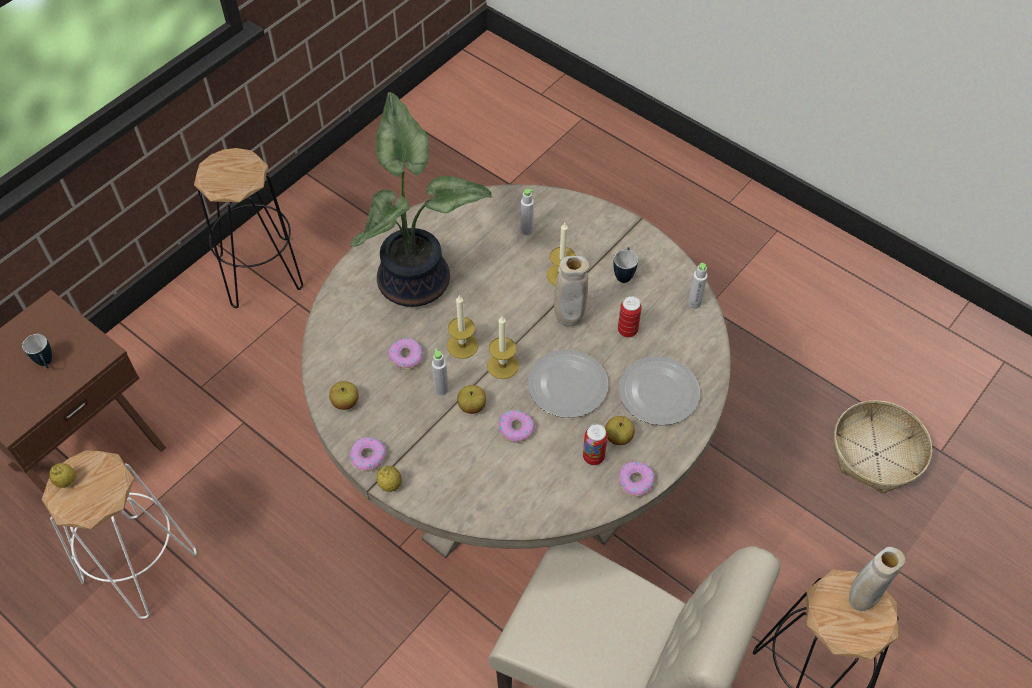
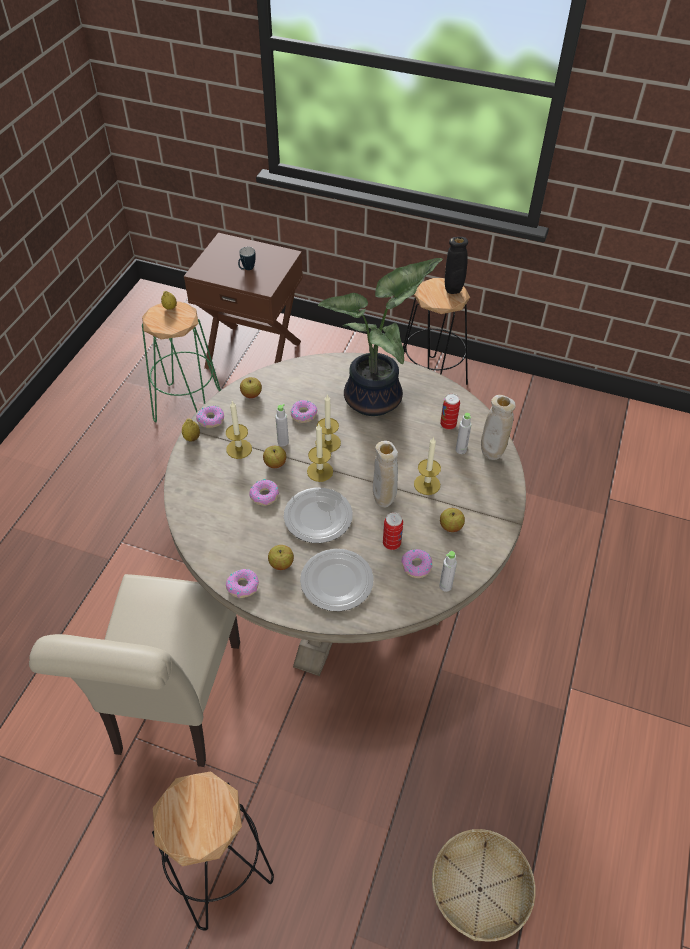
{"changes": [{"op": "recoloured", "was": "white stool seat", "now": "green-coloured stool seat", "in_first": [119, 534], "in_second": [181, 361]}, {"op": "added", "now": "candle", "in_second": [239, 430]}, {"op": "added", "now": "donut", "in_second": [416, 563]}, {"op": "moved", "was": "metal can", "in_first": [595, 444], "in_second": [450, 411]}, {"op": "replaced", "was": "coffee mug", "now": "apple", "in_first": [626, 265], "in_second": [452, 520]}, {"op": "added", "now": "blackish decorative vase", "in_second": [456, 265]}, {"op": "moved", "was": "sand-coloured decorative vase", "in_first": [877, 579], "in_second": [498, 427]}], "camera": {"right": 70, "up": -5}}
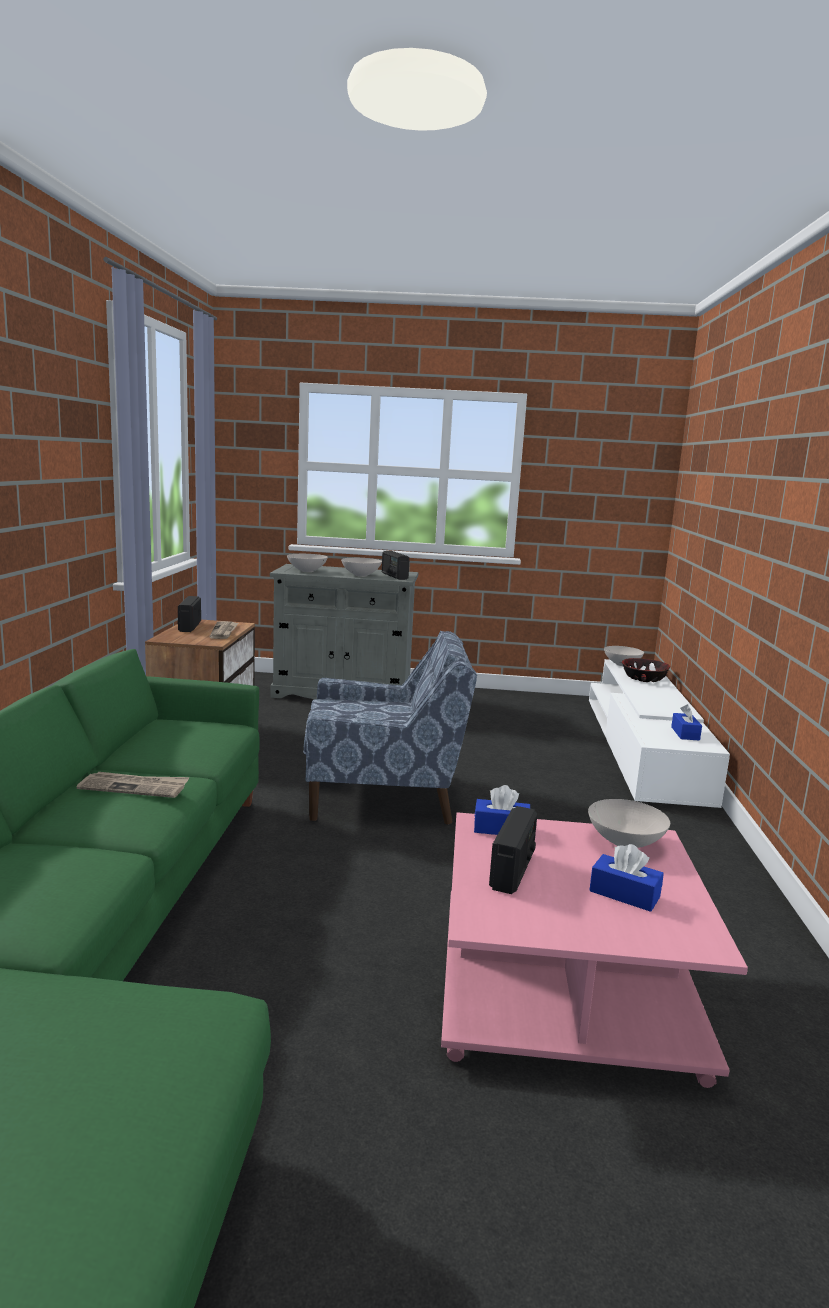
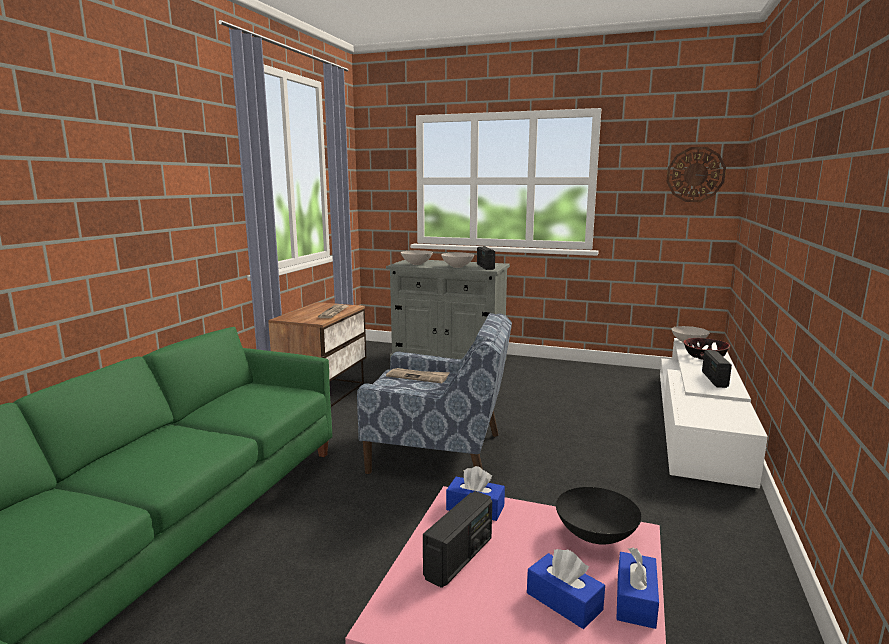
{"changes": [{"op": "moved", "was": "printed paper", "in_first": [133, 785], "in_second": [418, 375]}, {"op": "recoloured", "was": "white deep dish", "now": "blackish deep dish", "in_first": [629, 823], "in_second": [599, 516]}, {"op": "moved", "was": "blue-coloured tissue holder", "in_first": [686, 722], "in_second": [638, 588]}, {"op": "added", "now": "clock on the wall", "in_second": [696, 174]}, {"op": "moved", "was": "radio set", "in_first": [189, 614], "in_second": [717, 369]}], "camera": {"right": 15, "up": 0}}
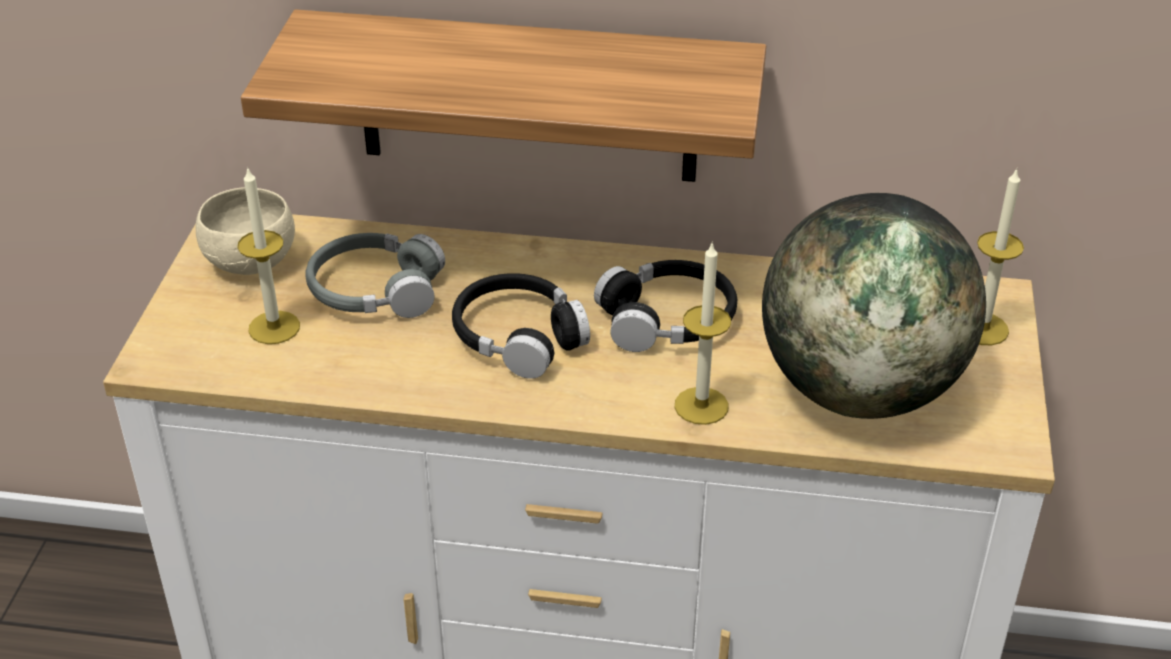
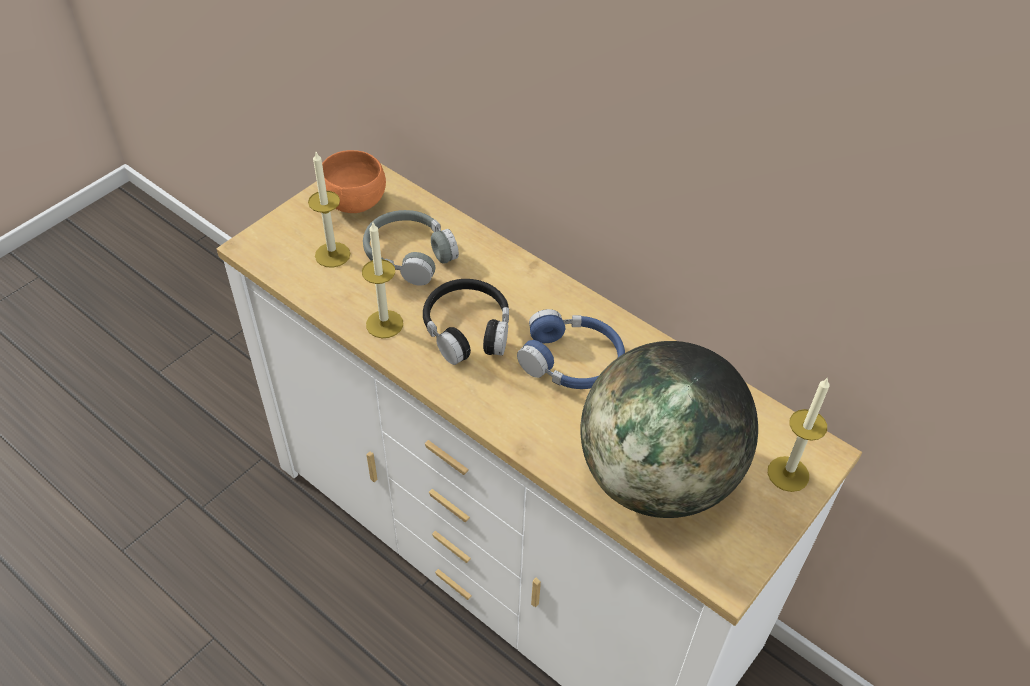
{"changes": [{"op": "recoloured", "was": "sand-coloured deep dish", "now": "orange-coloured deep dish", "in_first": [245, 231], "in_second": [354, 181]}, {"op": "moved", "was": "candle", "in_first": [703, 333], "in_second": [382, 280]}, {"op": "recoloured", "was": "blackish headset", "now": "blue-coloured headset", "in_first": [665, 306], "in_second": [571, 349]}, {"op": "removed", "was": "bracket shelf", "in_first": [503, 95]}], "camera": {"right": 30, "up": 10}}
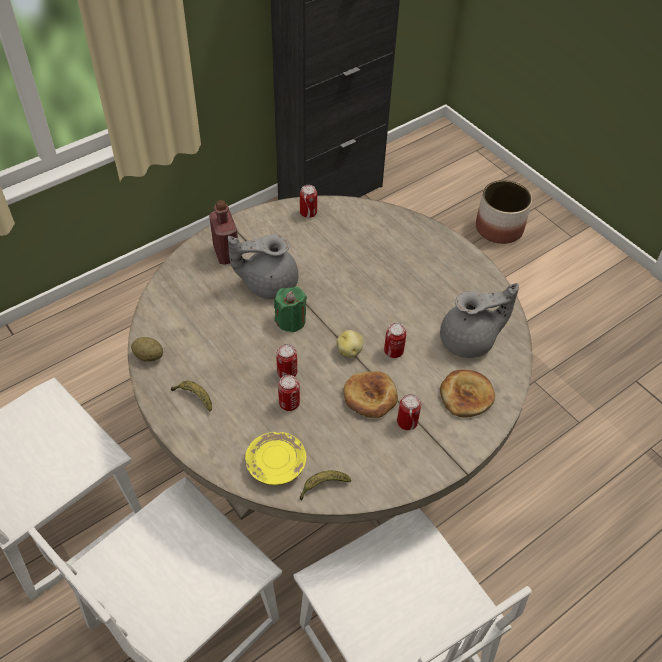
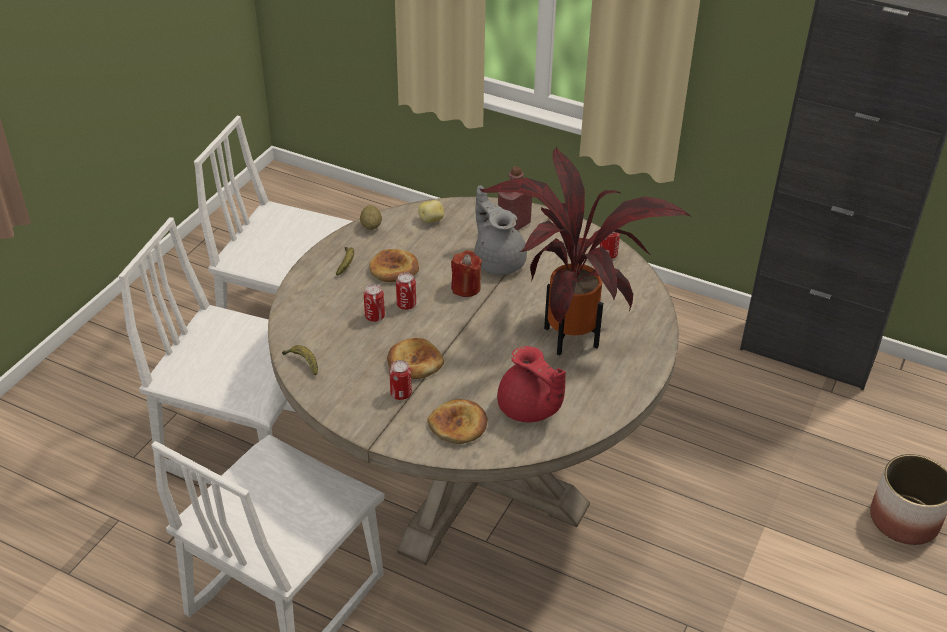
{"changes": [{"op": "added", "now": "bakery bread", "in_second": [394, 265]}, {"op": "moved", "was": "potato", "in_first": [350, 344], "in_second": [431, 211]}, {"op": "recoloured", "was": "green-coloured candle", "now": "reddish candle", "in_first": [290, 309], "in_second": [466, 273]}, {"op": "added", "now": "plant in a pot", "in_second": [585, 251]}, {"op": "recoloured", "was": "grey teapot", "now": "reddish teapot", "in_first": [479, 320], "in_second": [531, 384]}, {"op": "removed", "was": "yellowish plate", "in_first": [275, 458]}, {"op": "removed", "was": "metal can", "in_first": [395, 340]}], "camera": {"right": 65, "up": -10}}
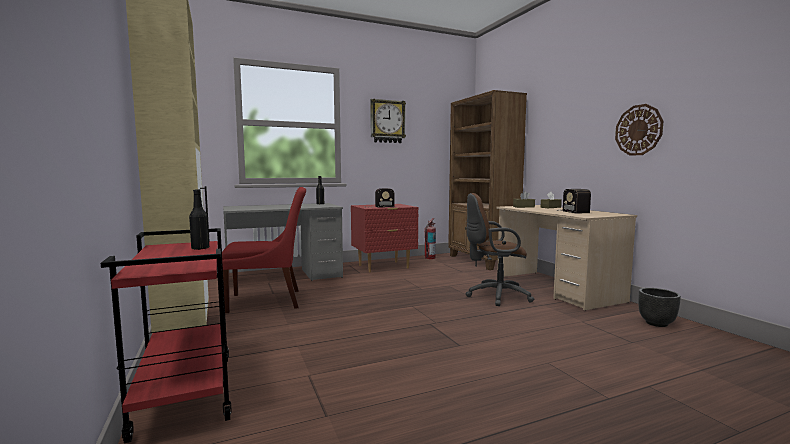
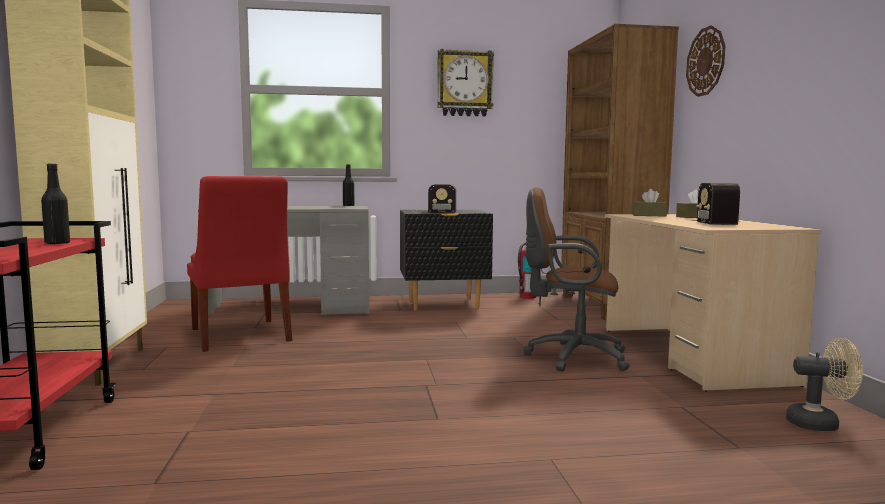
{"changes": [{"op": "turned", "was": "reddish upright chair", "in_first": [264, 250], "in_second": [239, 264], "clockwise": 60}, {"op": "recoloured", "was": "reddish nightstand", "now": "blackish nightstand", "in_first": [384, 238], "in_second": [446, 260]}, {"op": "moved", "was": "clock on the wall", "in_first": [639, 130], "in_second": [705, 61]}, {"op": "replaced", "was": "blackish plant pot", "now": "sand-coloured cooling fan", "in_first": [659, 307], "in_second": [824, 384]}], "camera": {"right": 15, "up": 0}}
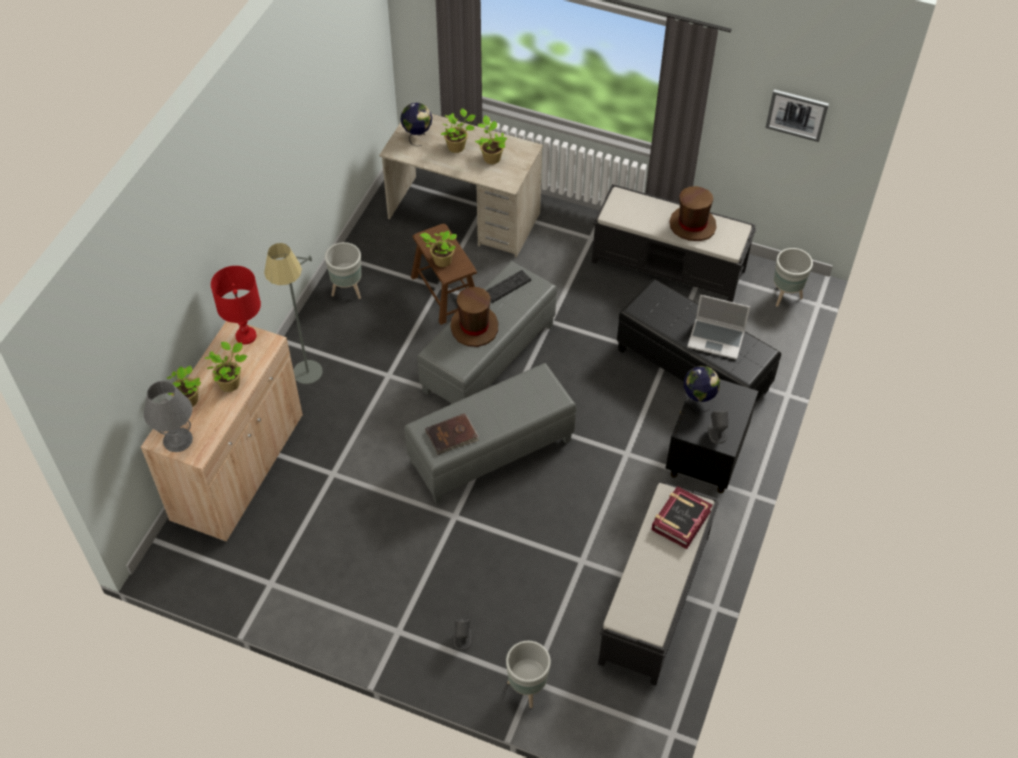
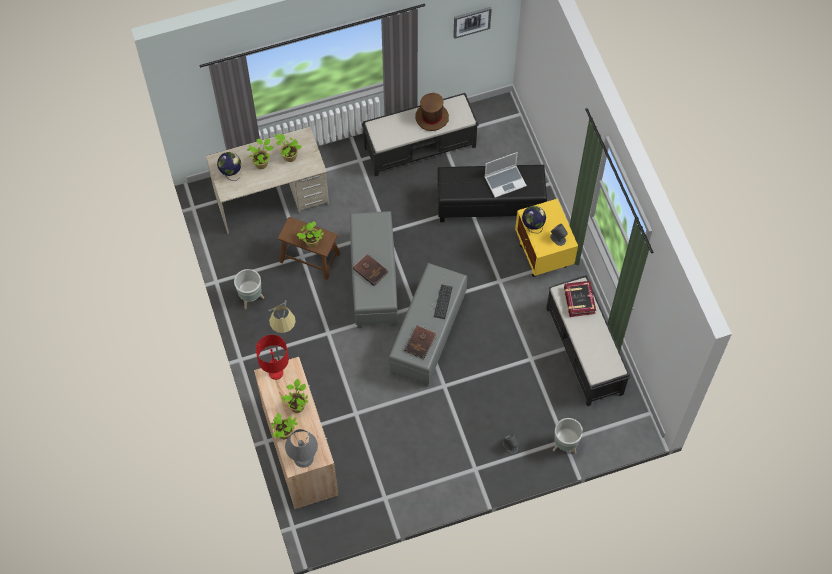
{"changes": [{"op": "replaced", "was": "brown clothing hat", "now": "brown bound book", "in_first": [474, 317], "in_second": [371, 269]}, {"op": "moved", "was": "PC keyboard", "in_first": [508, 286], "in_second": [443, 302]}, {"op": "recoloured", "was": "blackish nightstand", "now": "yellowish nightstand", "in_first": [711, 436], "in_second": [546, 238]}, {"op": "removed", "was": "grey plant pot", "in_first": [793, 277]}], "camera": {"right": -40, "up": 10}}
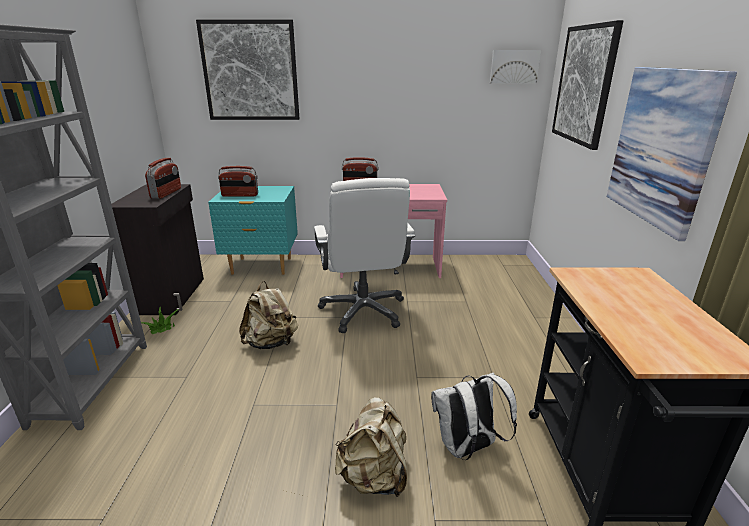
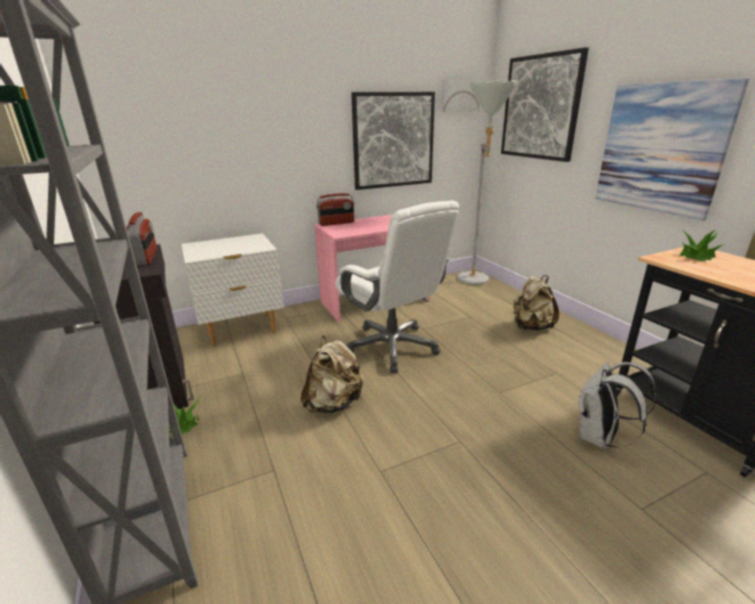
{"changes": [{"op": "recoloured", "was": "turquoise-coloured nightstand", "now": "white nightstand", "in_first": [253, 230], "in_second": [232, 289]}, {"op": "moved", "was": "picture", "in_first": [247, 70], "in_second": [393, 141]}, {"op": "added", "now": "grey standing lamp", "in_second": [487, 182]}, {"op": "moved", "was": "sand-coloured rucksack", "in_first": [371, 447], "in_second": [536, 302]}, {"op": "added", "now": "plant in a pot", "in_second": [702, 245]}, {"op": "removed", "was": "radio set", "in_first": [238, 181]}], "camera": {"right": -25, "up": 0}}
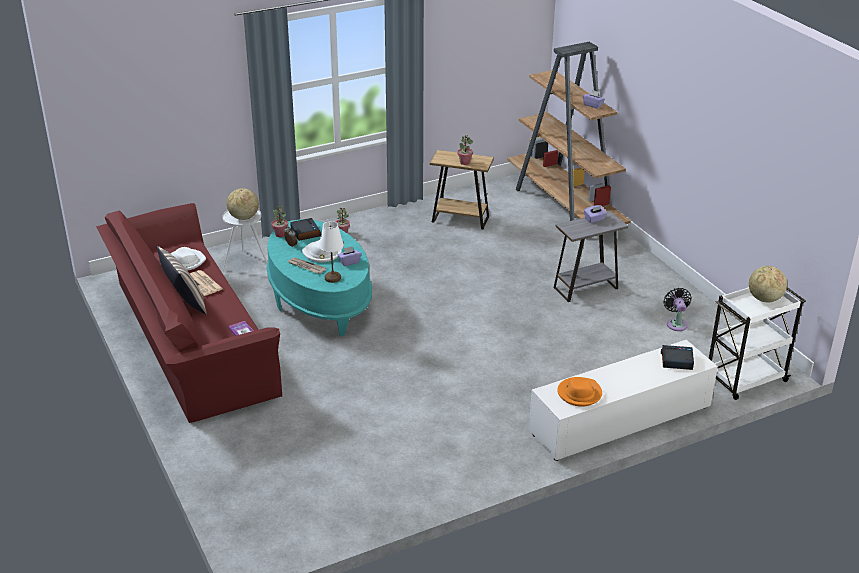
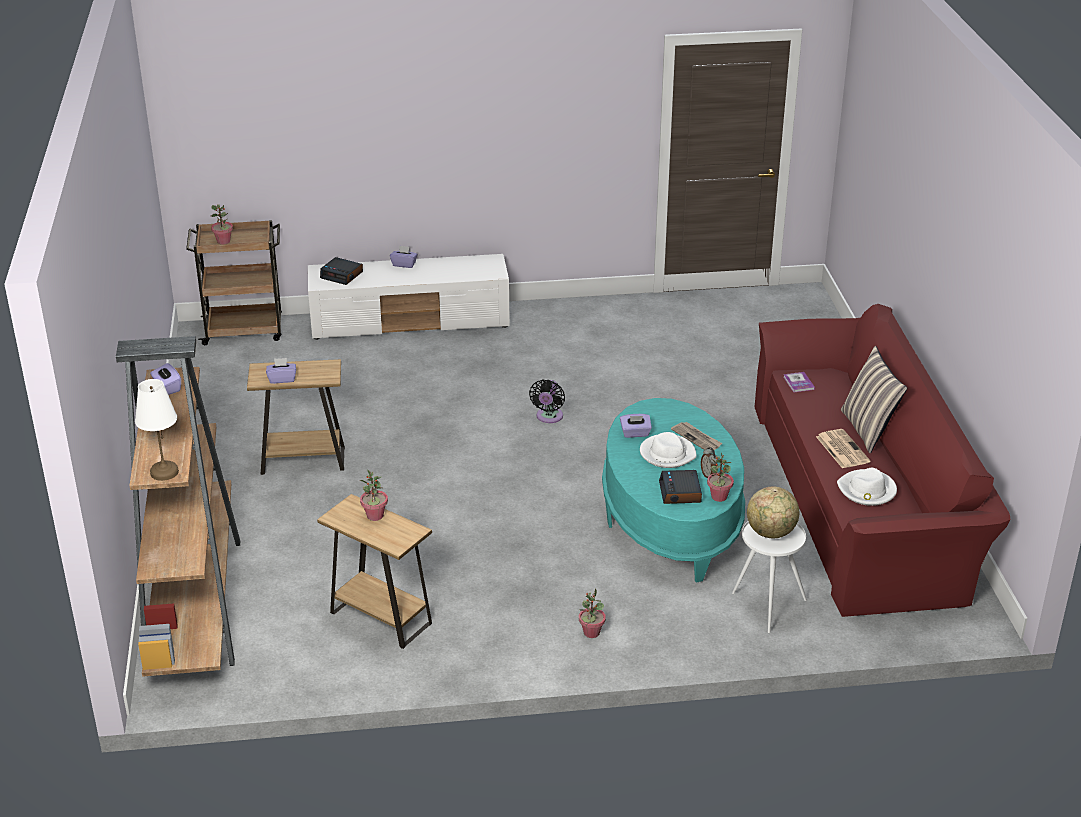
{"changes": [{"op": "moved", "was": "white tabletop lamp", "in_first": [331, 252], "in_second": [157, 430]}, {"op": "recoloured", "was": "white cart", "now": "brown cart", "in_first": [757, 343], "in_second": [234, 282]}, {"op": "replaced", "was": "desk globe", "now": "plant in a pot", "in_first": [768, 284], "in_second": [222, 224]}, {"op": "recoloured", "was": "grey accent table", "now": "brown accent table", "in_first": [590, 256], "in_second": [296, 417]}, {"op": "added", "now": "purple tissue holder", "in_second": [404, 256]}, {"op": "moved", "was": "blackish cooling fan", "in_first": [678, 309], "in_second": [547, 401]}, {"op": "removed", "was": "orange-coloured clothing hat", "in_first": [579, 392]}], "camera": {"right": -160, "up": 0}}
